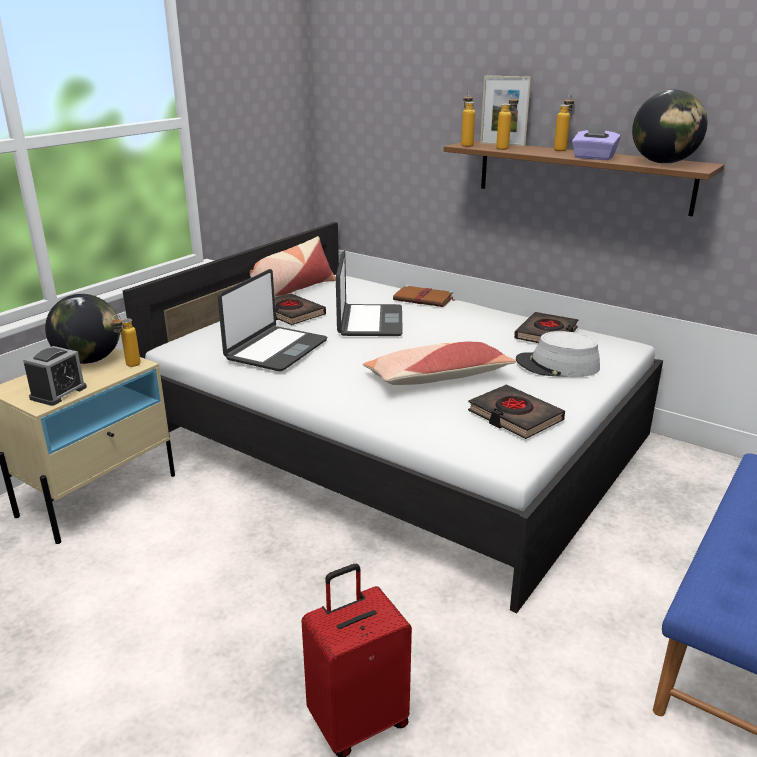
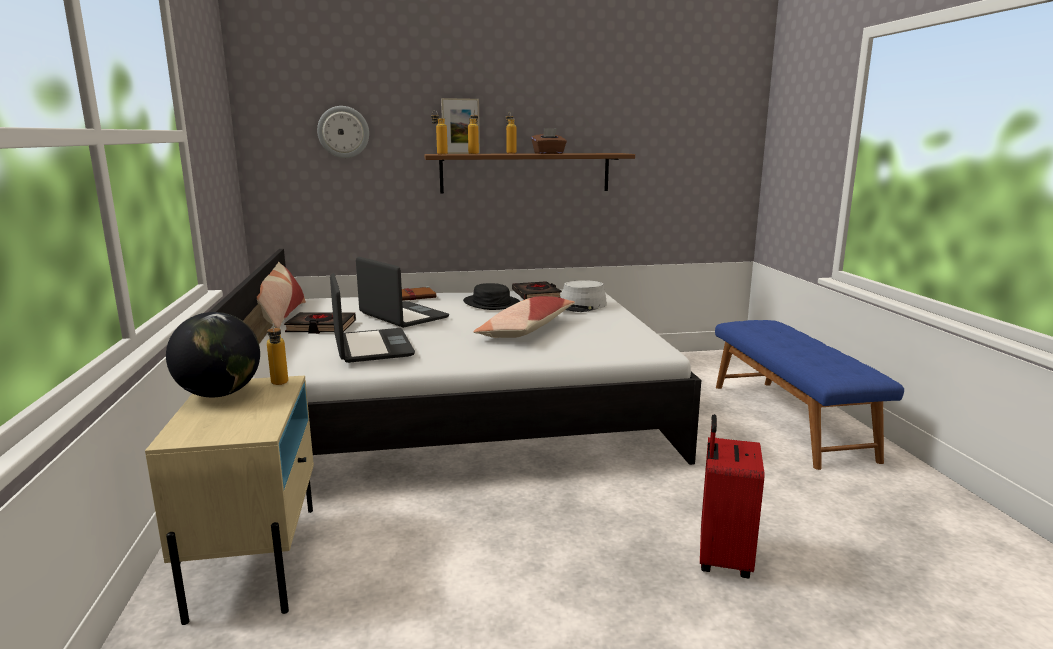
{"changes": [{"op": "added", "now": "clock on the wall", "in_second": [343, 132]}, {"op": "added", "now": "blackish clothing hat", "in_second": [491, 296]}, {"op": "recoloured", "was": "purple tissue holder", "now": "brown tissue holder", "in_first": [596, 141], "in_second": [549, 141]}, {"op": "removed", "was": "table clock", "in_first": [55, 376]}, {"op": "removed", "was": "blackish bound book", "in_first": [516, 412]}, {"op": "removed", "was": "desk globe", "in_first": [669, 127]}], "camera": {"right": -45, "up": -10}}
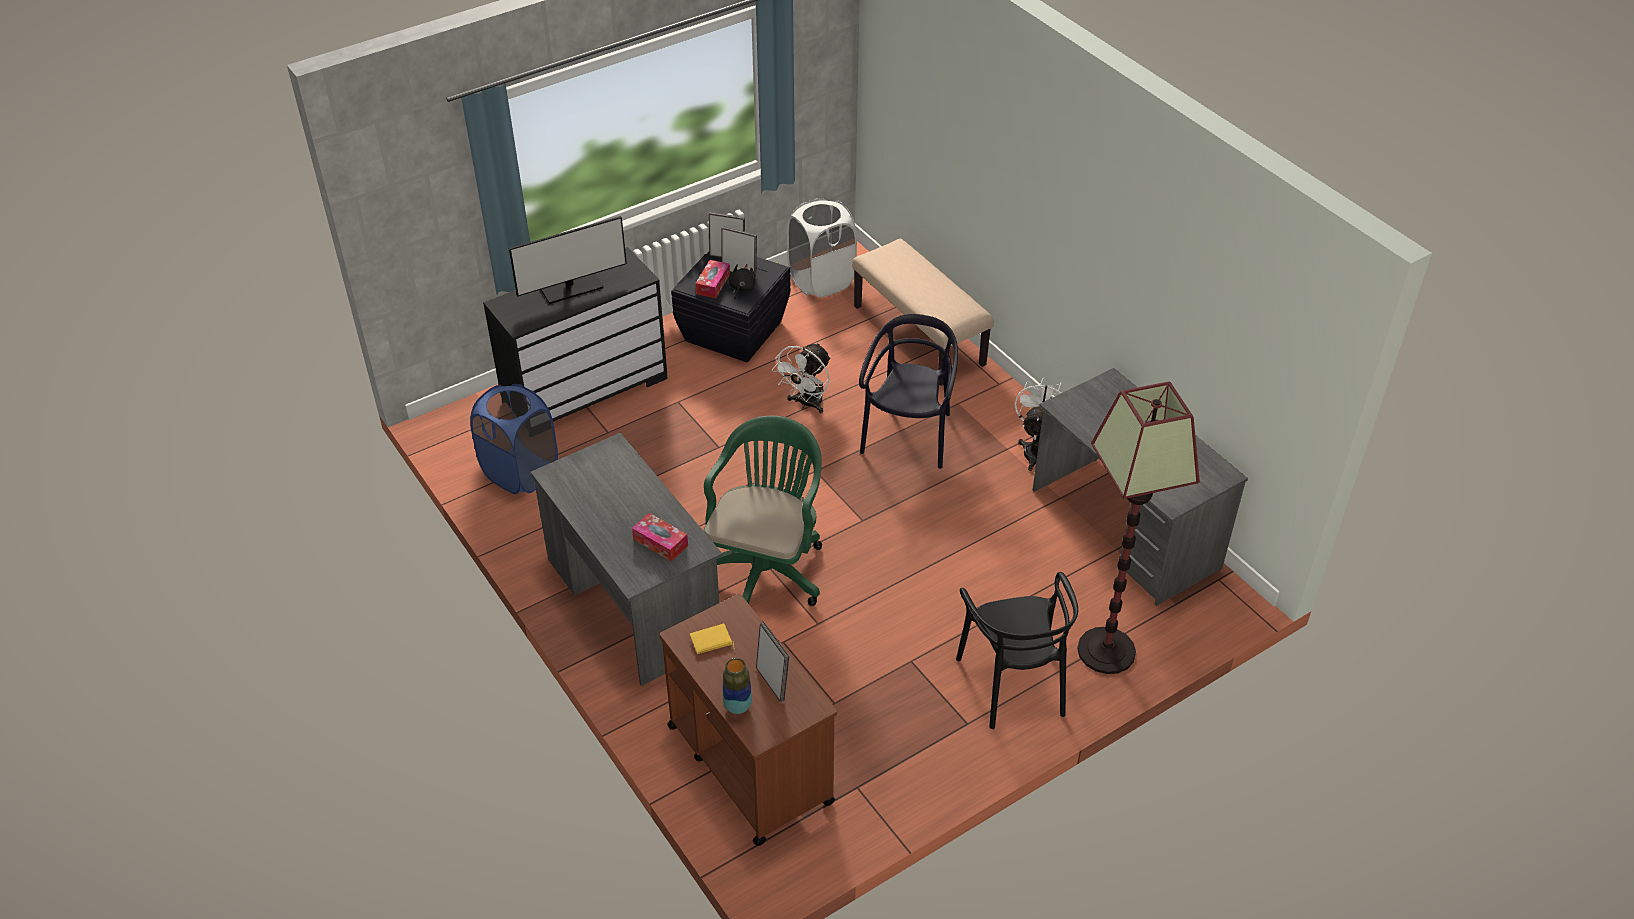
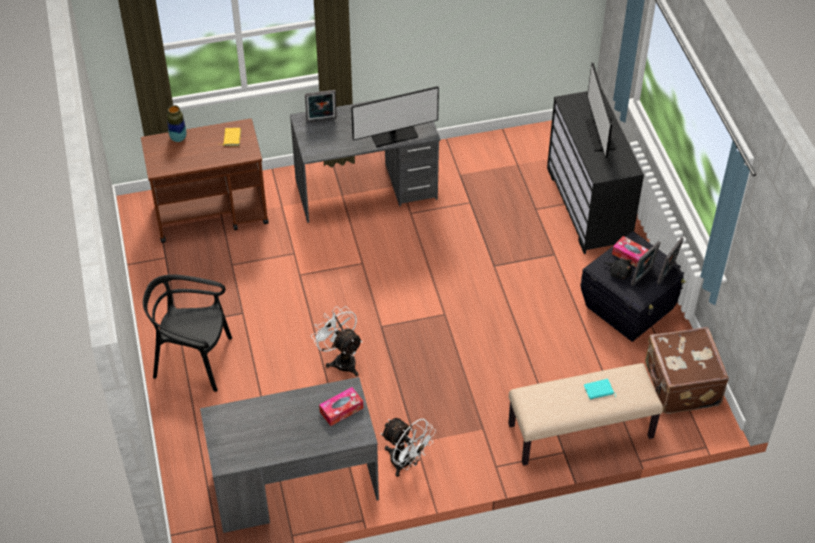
{"changes": [{"op": "moved", "was": "standing frame", "in_first": [772, 662], "in_second": [321, 106]}, {"op": "moved", "was": "white cooling fan", "in_first": [801, 378], "in_second": [337, 341]}, {"op": "moved", "was": "tissue holder", "in_first": [660, 537], "in_second": [341, 406]}, {"op": "added", "now": "monitor", "in_second": [395, 117]}, {"op": "added", "now": "turquoise-coloured bound book", "in_second": [600, 389]}, {"op": "replaced", "was": "white hamper", "now": "brown piece of luggage", "in_first": [822, 247], "in_second": [687, 370]}, {"op": "removed", "was": "blue-coloured hamper", "in_first": [514, 439]}, {"op": "removed", "was": "green-coloured desk chair", "in_first": [762, 511]}, {"op": "removed", "was": "blackish upright chair", "in_first": [908, 391]}, {"op": "removed", "was": "standing lamp", "in_first": [1138, 527]}], "camera": {"right": 110, "up": 5}}
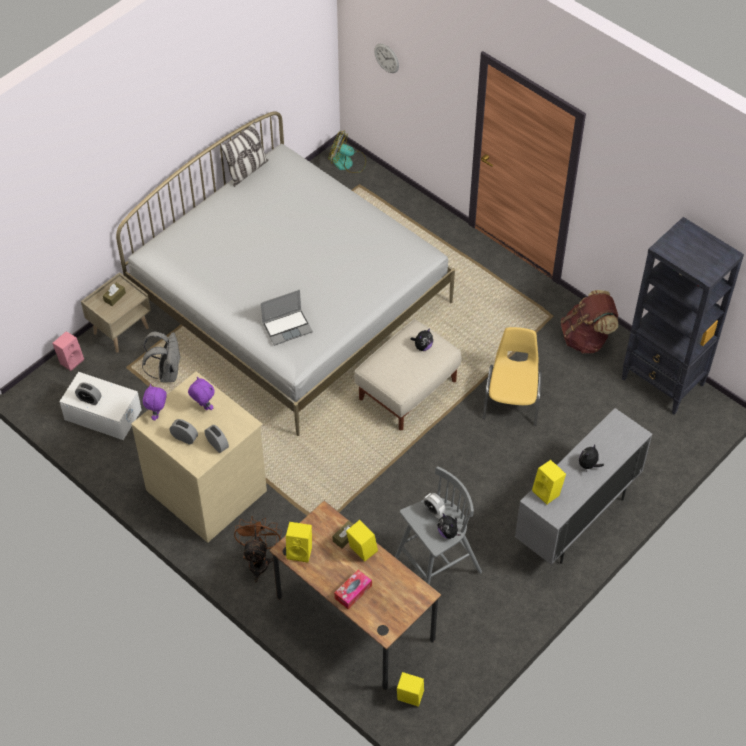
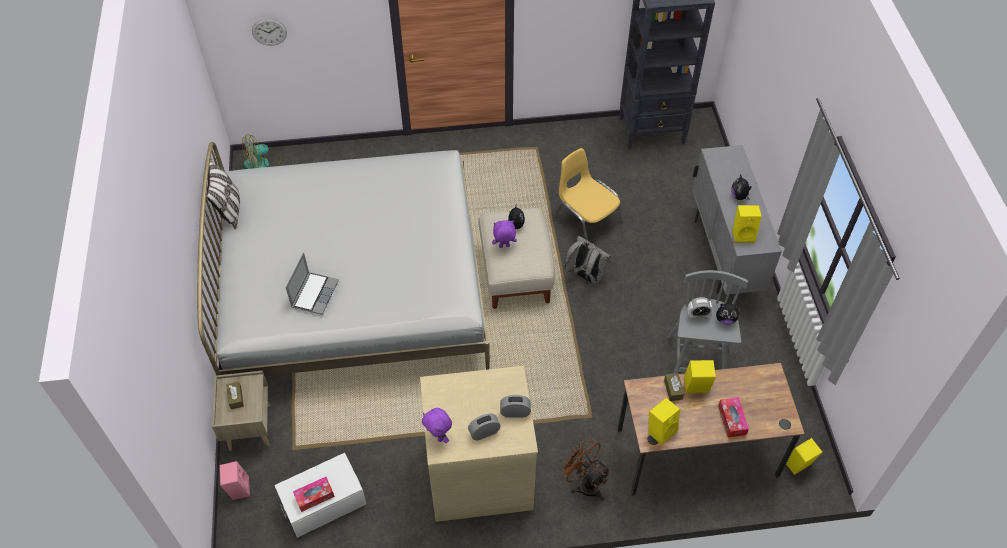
{"changes": [{"op": "moved", "was": "notebook computer", "in_first": [287, 318], "in_second": [312, 283]}, {"op": "replaced", "was": "table clock", "now": "tissue holder", "in_first": [88, 393], "in_second": [314, 494]}, {"op": "moved", "was": "purple soft toy", "in_first": [201, 393], "in_second": [504, 234]}, {"op": "moved", "was": "grey rucksack", "in_first": [161, 357], "in_second": [587, 260]}, {"op": "removed", "was": "brown rucksack", "in_first": [589, 322]}], "camera": {"right": -50, "up": 0}}
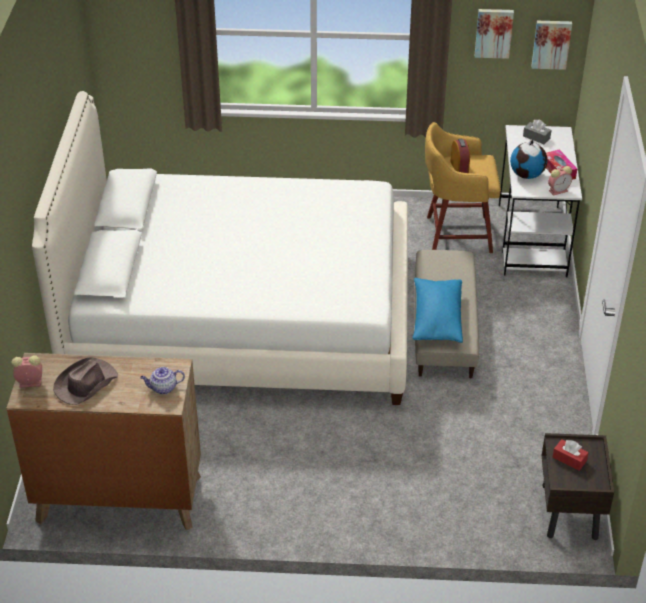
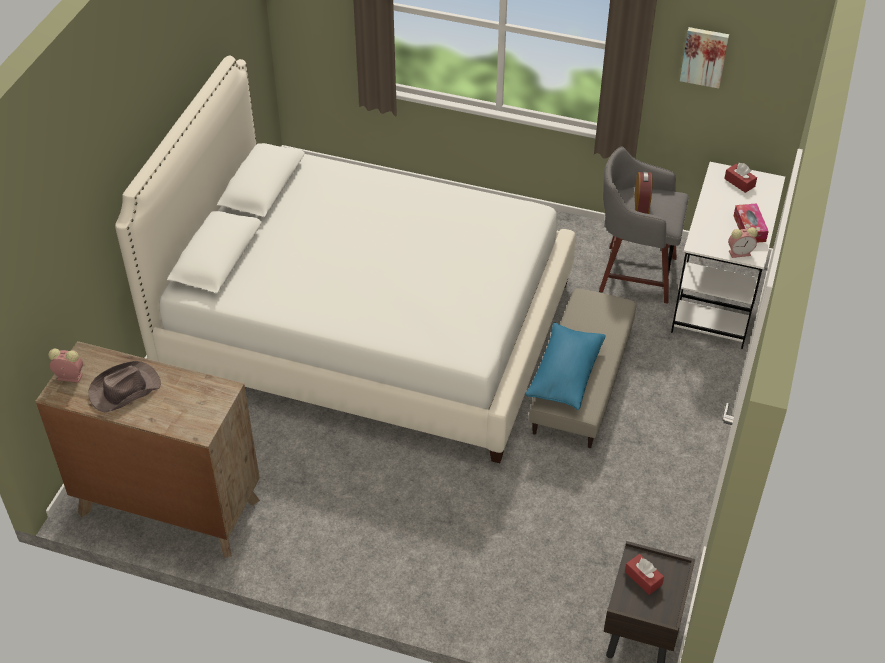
{"changes": [{"op": "recoloured", "was": "yellowish stool seat", "now": "grey stool seat", "in_first": [463, 187], "in_second": [644, 225]}, {"op": "recoloured", "was": "grey tissue holder", "now": "reddish tissue holder", "in_first": [537, 131], "in_second": [740, 178]}, {"op": "removed", "was": "teapot", "in_first": [162, 380]}, {"op": "removed", "was": "desk globe", "in_first": [528, 159]}, {"op": "removed", "was": "picture", "in_first": [551, 45]}], "camera": {"right": 15, "up": 5}}
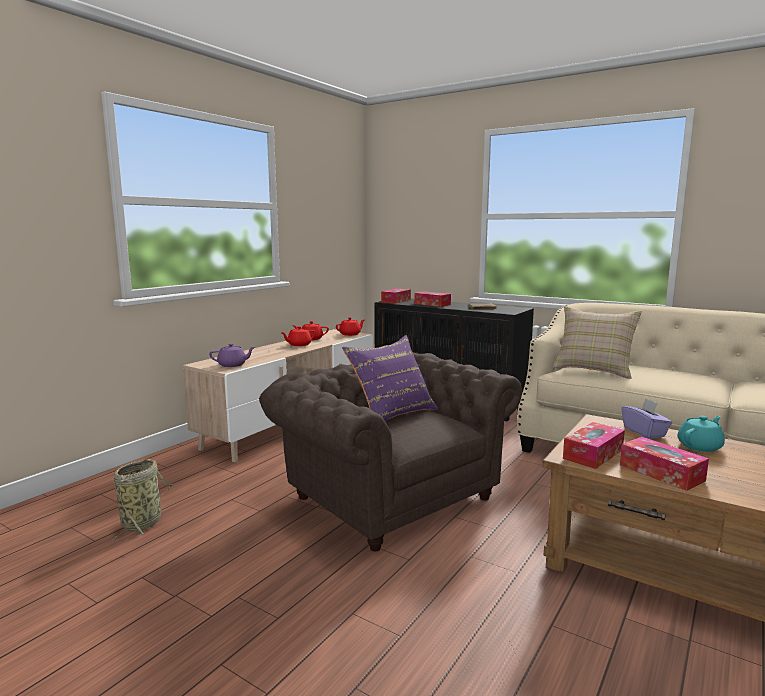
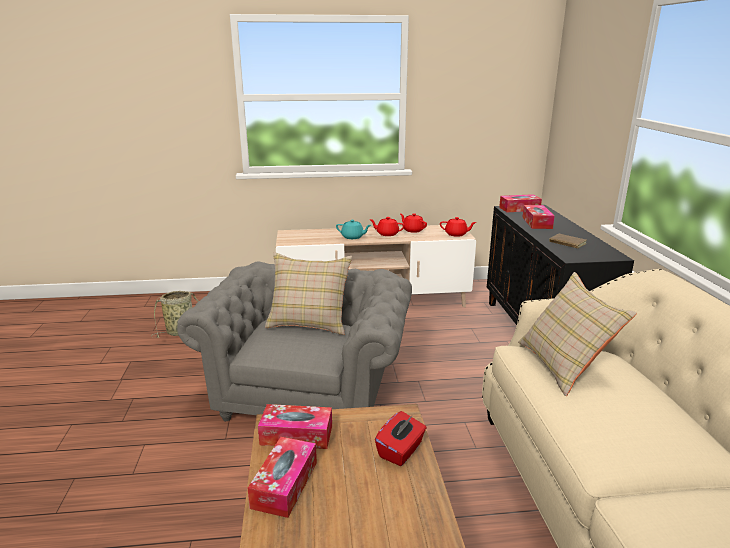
{"changes": [{"op": "recoloured", "was": "brown armchair", "now": "grey armchair", "in_first": [390, 452], "in_second": [294, 341]}, {"op": "recoloured", "was": "purple cushion", "now": "sand-coloured cushion", "in_first": [390, 378], "in_second": [308, 293]}, {"op": "moved", "was": "turquoise-coloured teapot", "in_first": [701, 434], "in_second": [353, 229]}, {"op": "recoloured", "was": "purple tissue holder", "now": "reddish tissue holder", "in_first": [647, 418], "in_second": [400, 438]}, {"op": "removed", "was": "purple teapot", "in_first": [232, 355]}], "camera": {"right": 50, "up": 10}}
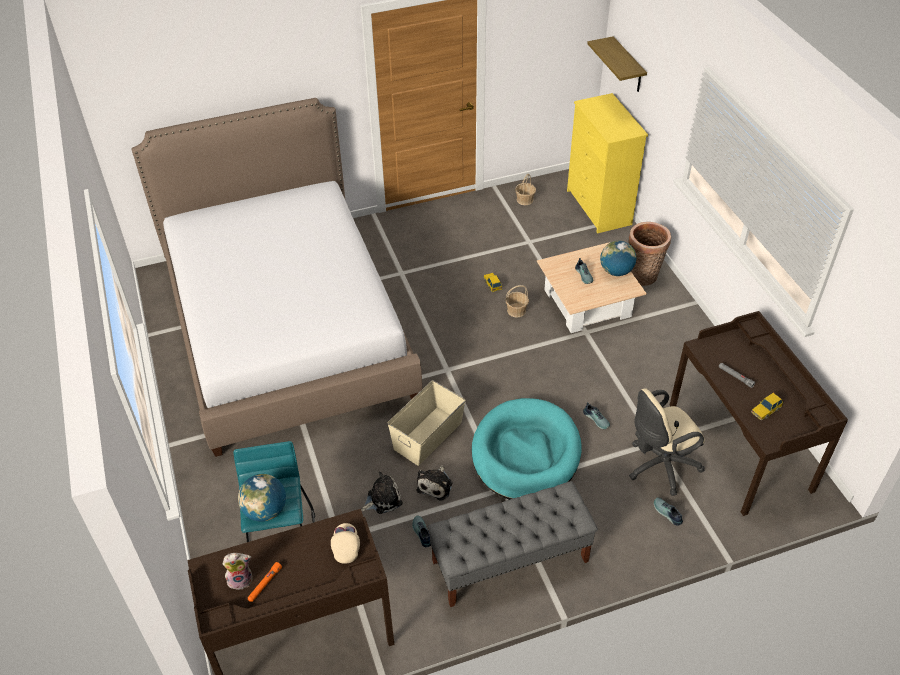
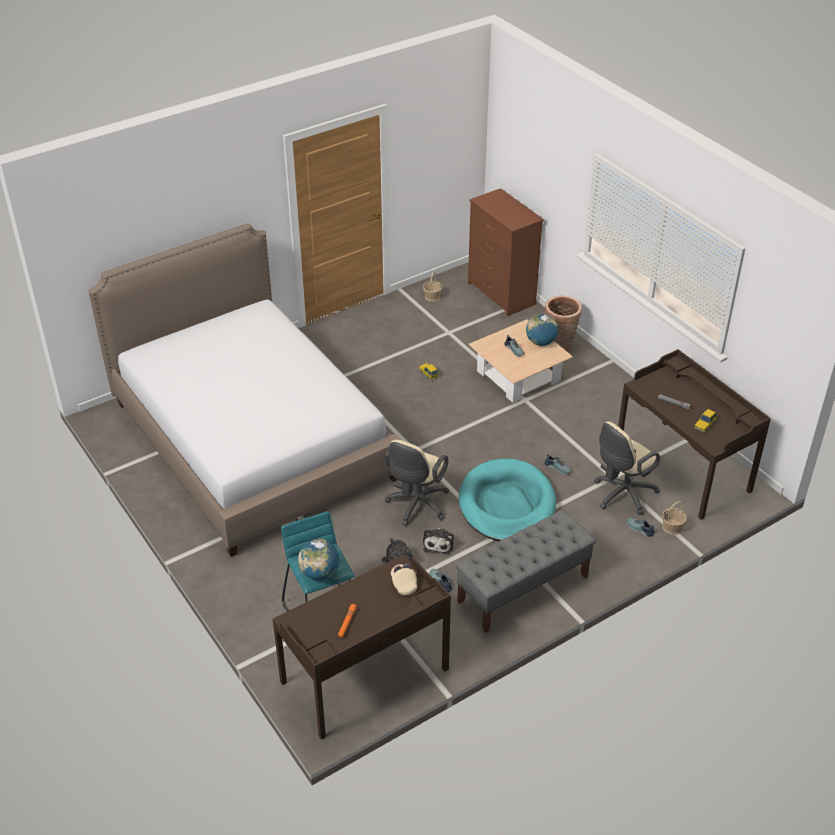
{"changes": [{"op": "replaced", "was": "sand-coloured storage box", "now": "sand-coloured desk chair", "in_first": [427, 423], "in_second": [417, 483]}, {"op": "recoloured", "was": "yellowish drawer chest", "now": "brown drawer chest", "in_first": [607, 163], "in_second": [506, 252]}, {"op": "moved", "was": "household basket", "in_first": [517, 301], "in_second": [674, 518]}, {"op": "removed", "was": "soft toy", "in_first": [237, 571]}, {"op": "removed", "was": "bracket shelf", "in_first": [617, 64]}], "camera": {"right": -15, "up": -5}}
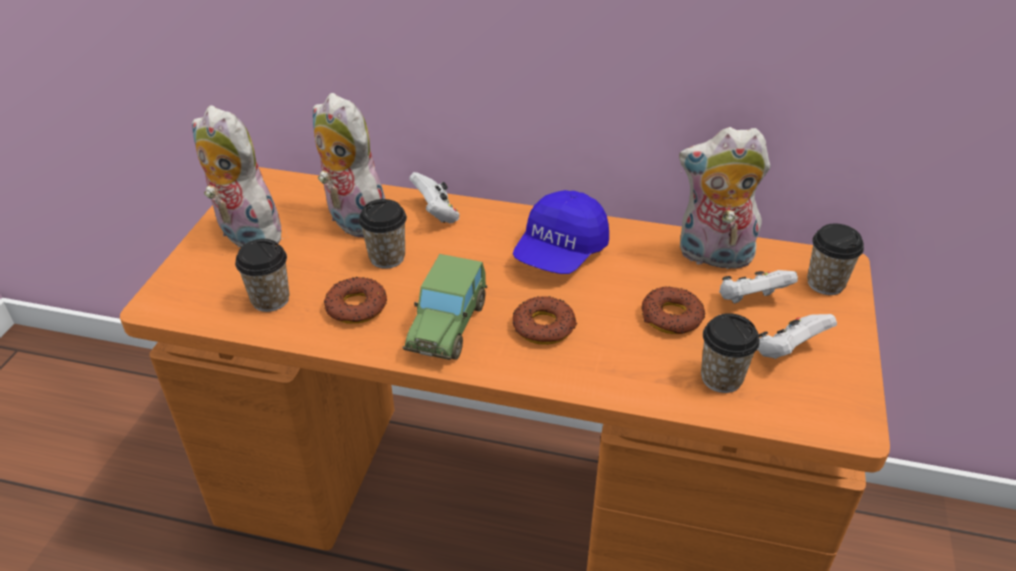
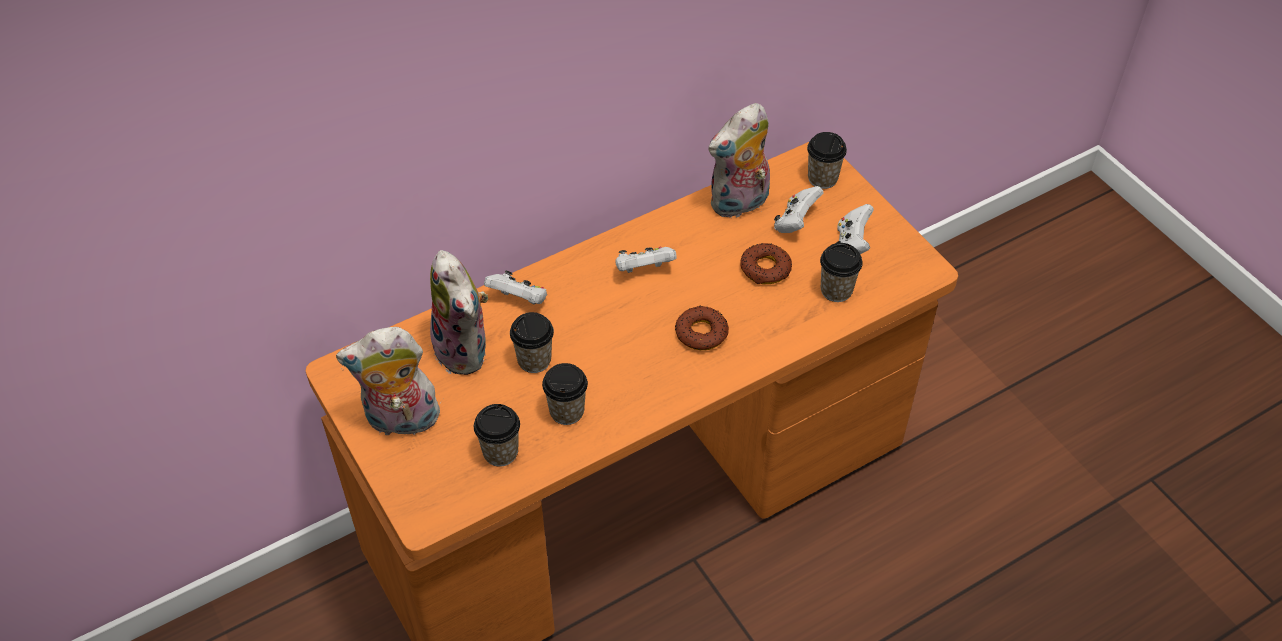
{"changes": [{"op": "turned", "was": "soft toy", "in_first": [349, 165], "in_second": [459, 312], "clockwise": -120}, {"op": "replaced", "was": "donut", "now": "cup", "in_first": [355, 300], "in_second": [565, 394]}, {"op": "replaced", "was": "blue-coloured baseball cap", "now": "white gamepad", "in_first": [561, 232], "in_second": [646, 260]}, {"op": "removed", "was": "miniature car", "in_first": [445, 307]}], "camera": {"right": -45, "up": 10}}
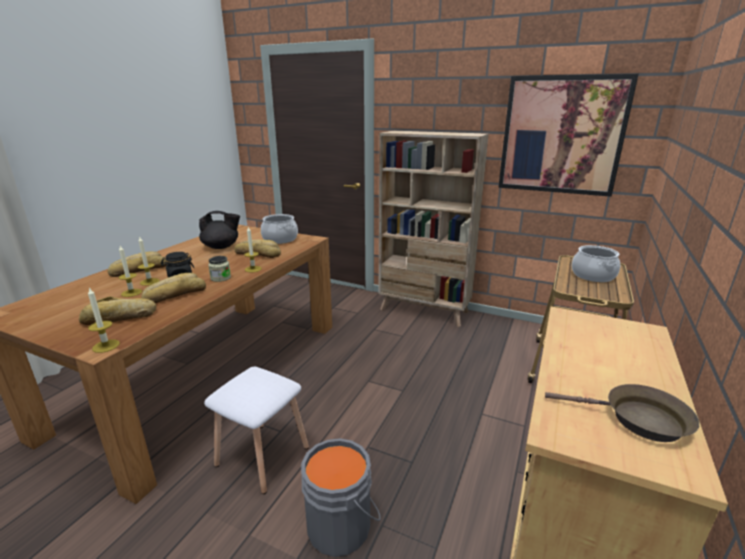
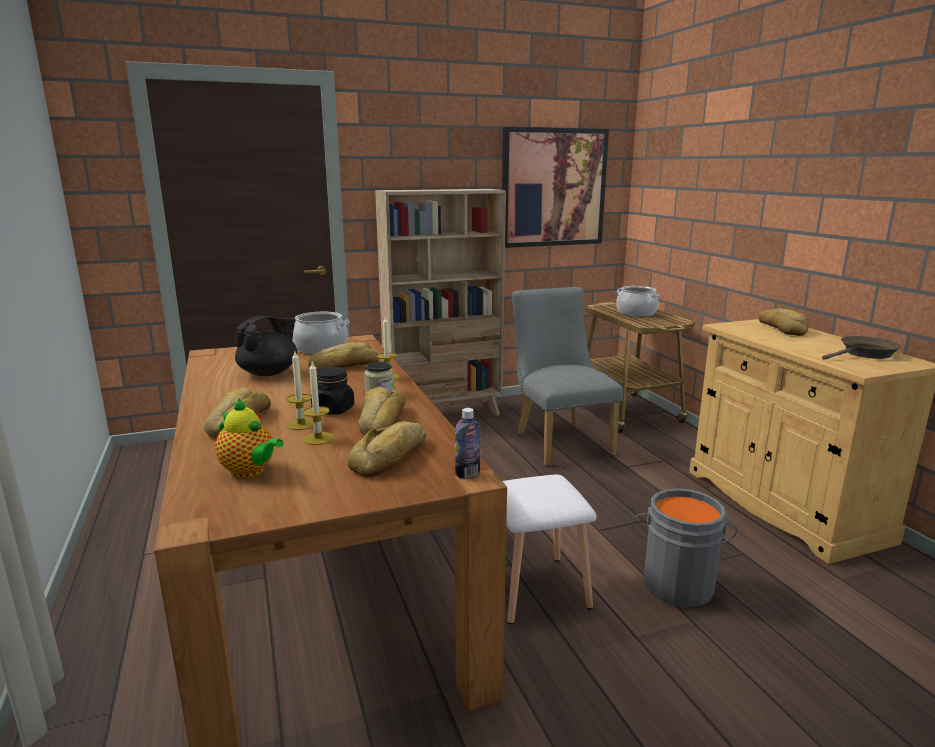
{"changes": [{"op": "added", "now": "teapot", "in_second": [249, 438]}, {"op": "replaced", "was": "candle", "now": "bottle", "in_first": [104, 320], "in_second": [468, 443]}, {"op": "added", "now": "grey upright chair", "in_second": [567, 376]}, {"op": "added", "now": "bakery bread", "in_second": [784, 322]}], "camera": {"right": -45, "up": -5}}
